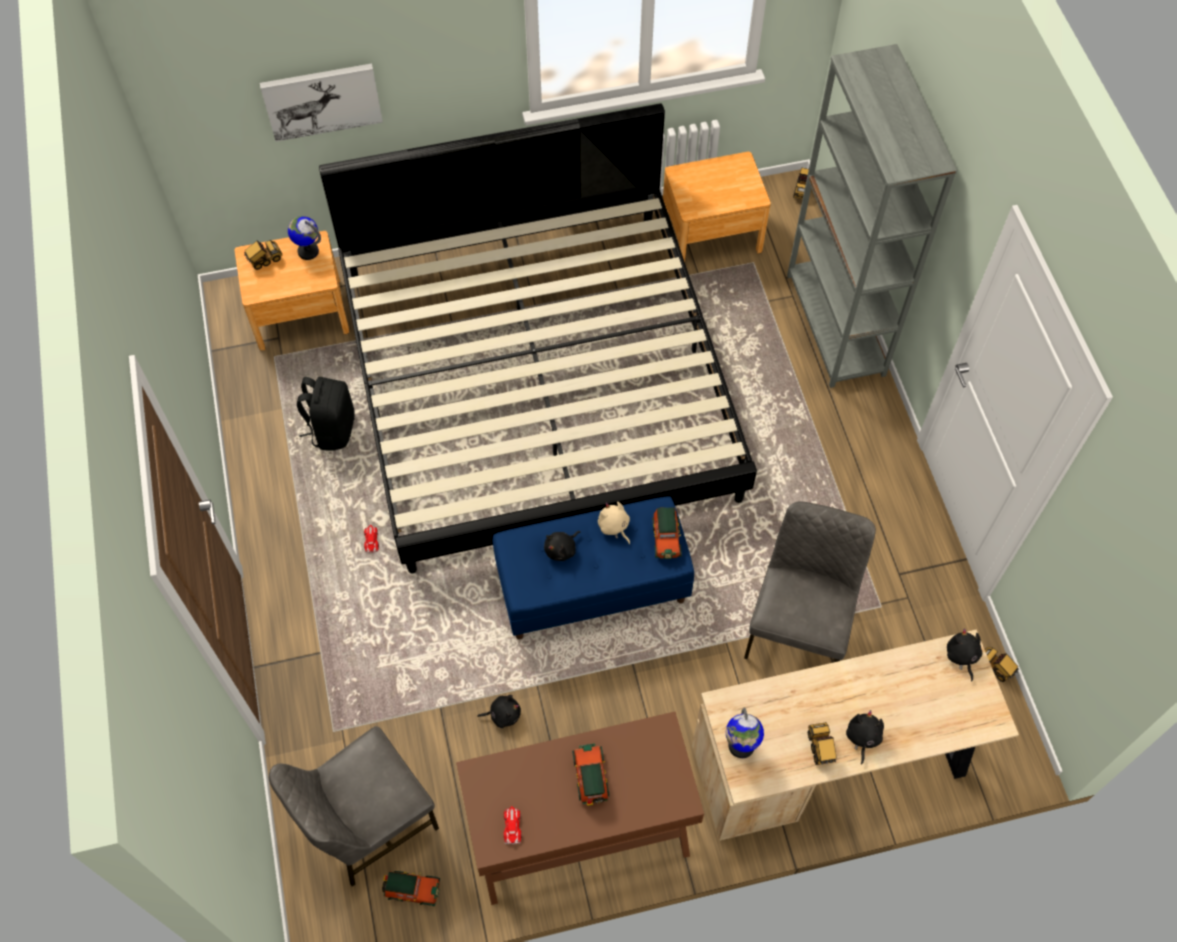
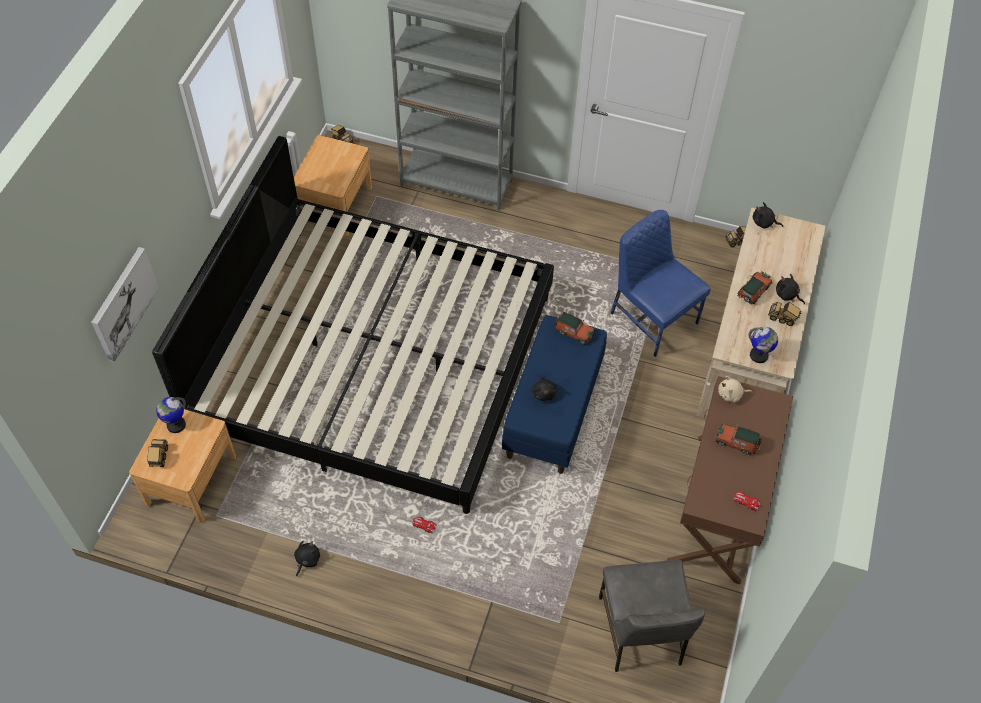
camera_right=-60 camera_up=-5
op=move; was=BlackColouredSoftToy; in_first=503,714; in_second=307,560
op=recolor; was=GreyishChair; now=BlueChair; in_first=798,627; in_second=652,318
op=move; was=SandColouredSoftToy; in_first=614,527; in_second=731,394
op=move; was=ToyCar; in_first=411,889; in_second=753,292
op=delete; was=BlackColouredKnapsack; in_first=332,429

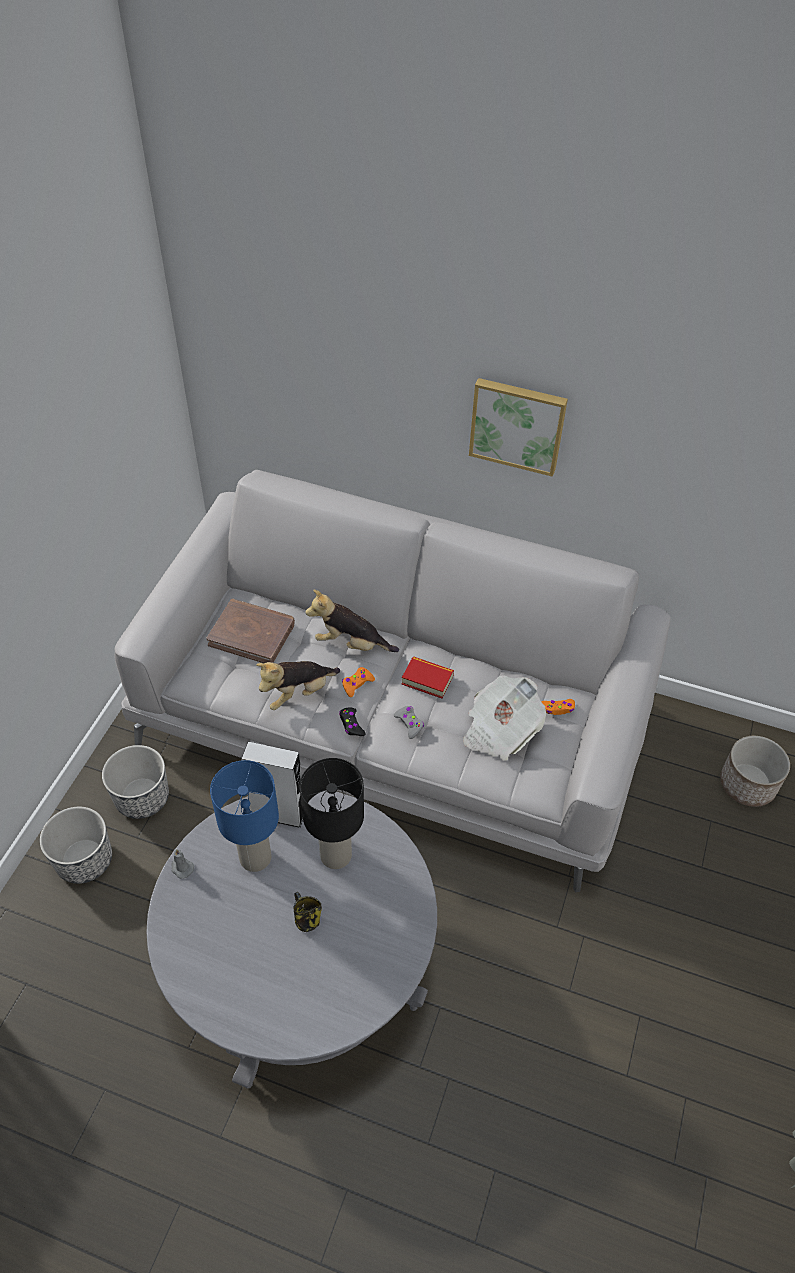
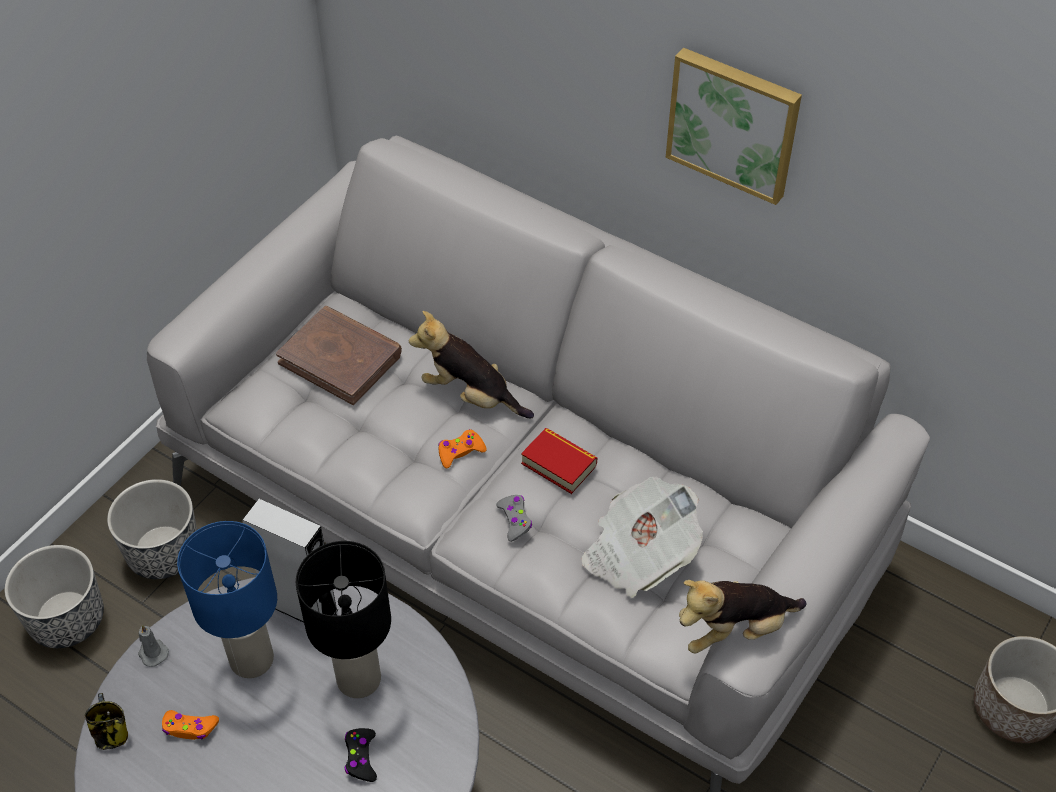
camera_right=15 camera_up=0
op=move; was=CoffeeMug; in_first=306,919; in_second=111,733
op=move; was=OrangeGamepad; in_first=558,708; in_second=190,728
op=move; was=BlackColouredGamepad; in_first=351,725; in_second=361,758
op=move; was=SoftToy; in_first=298,693; in_second=734,630

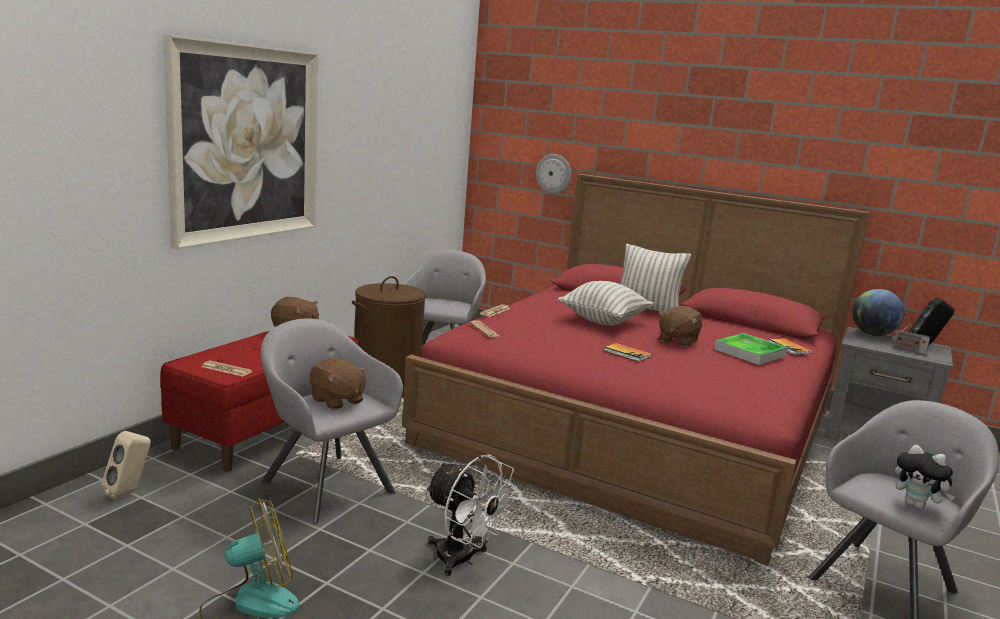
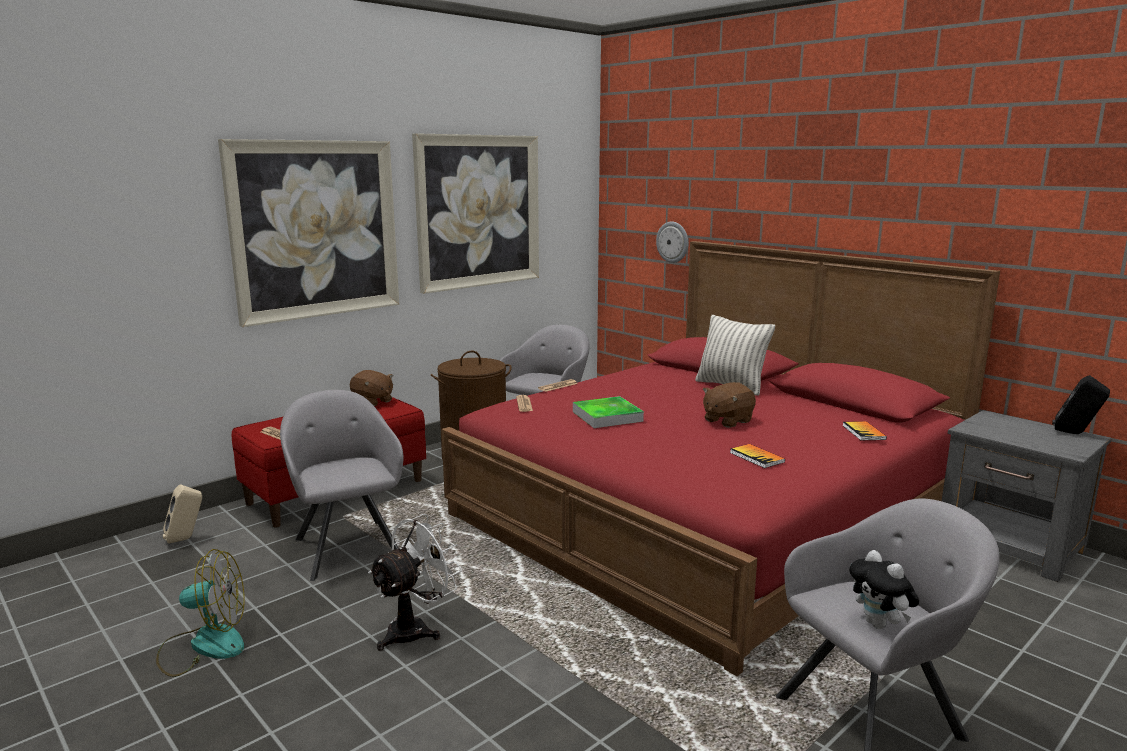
camera_right=20 camera_up=0
op=rotate; was=WhiteElectricFan; in_first=462,560; in_second=415,629; clockwise=-105
op=insert; now=Picture; in_second=478,211
op=move; was=ServingTray; in_first=750,353; in_second=607,416
op=move; was=Volume; in_first=627,353; in_second=756,457
op=delete; was=BrownSoftToy; in_first=337,401
op=delete; was=Pillow; in_first=603,321
op=delete; was=Globe; in_first=872,334
op=delete; was=RadioSet; in_first=907,350

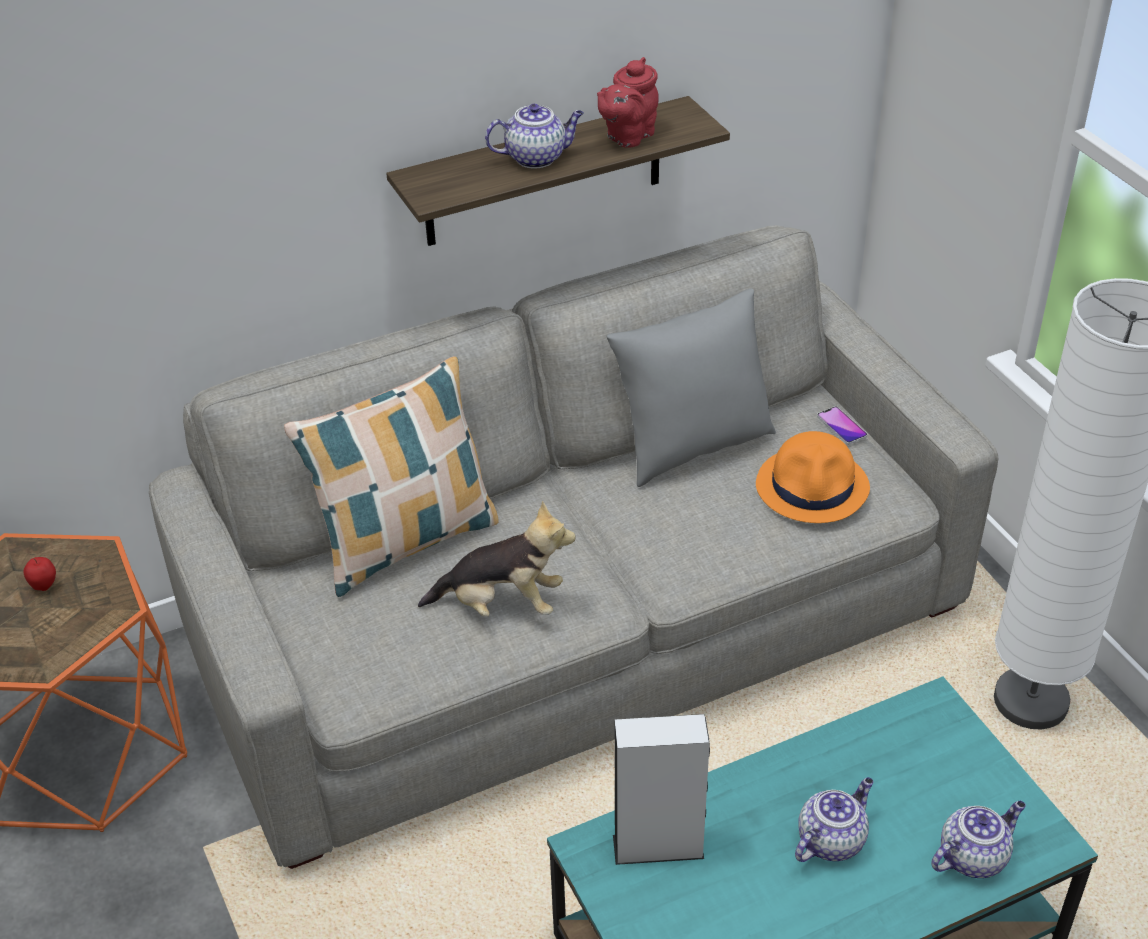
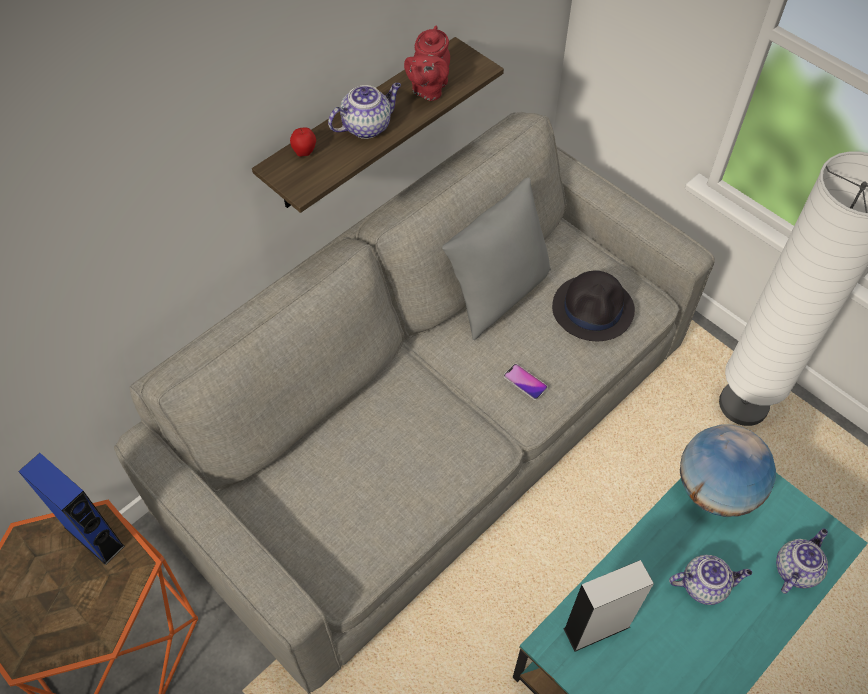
camera_right=-20 camera_up=15
op=insert; now=BlueLoudspeaker; in_second=94,537
op=move; was=Apple; in_first=44,586; in_second=305,153
op=move; was=Telephone; in_first=841,426; in_second=525,382
op=recolor; was=OrangeClothingHat; now=BlackColouredClothingHat; in_first=813,487; in_second=593,308
op=rotate; was=TeaPot; in_first=831,840; in_second=704,585; clockwise=60
op=insert; now=Globe; in_second=715,490
op=delete; was=Pillow; in_first=406,542
op=delete; was=SoftToy; in_first=502,604

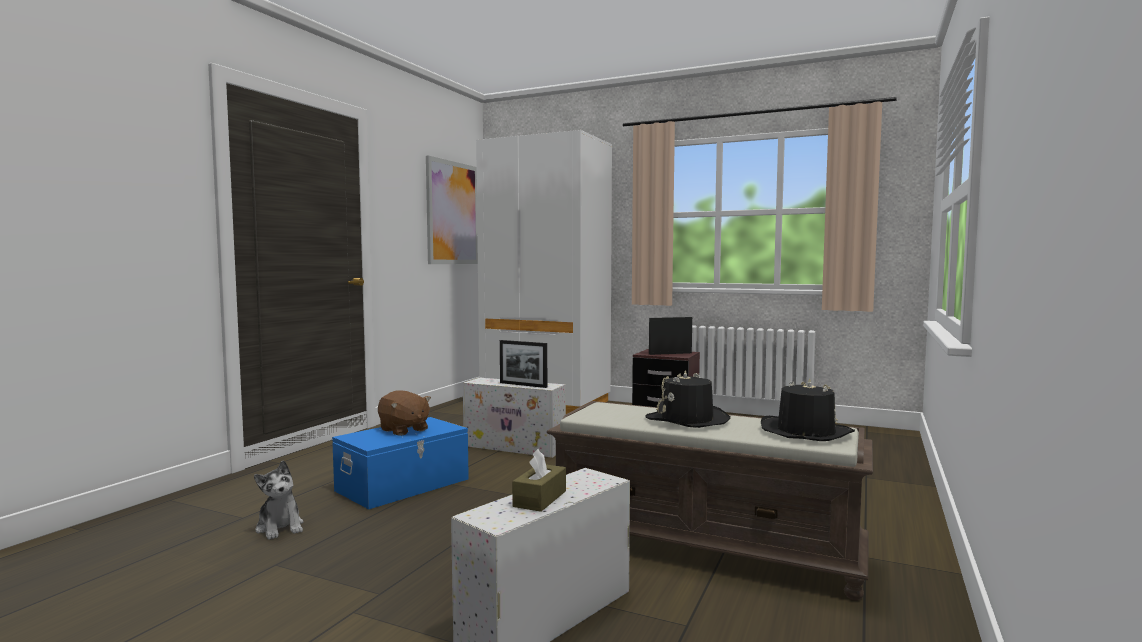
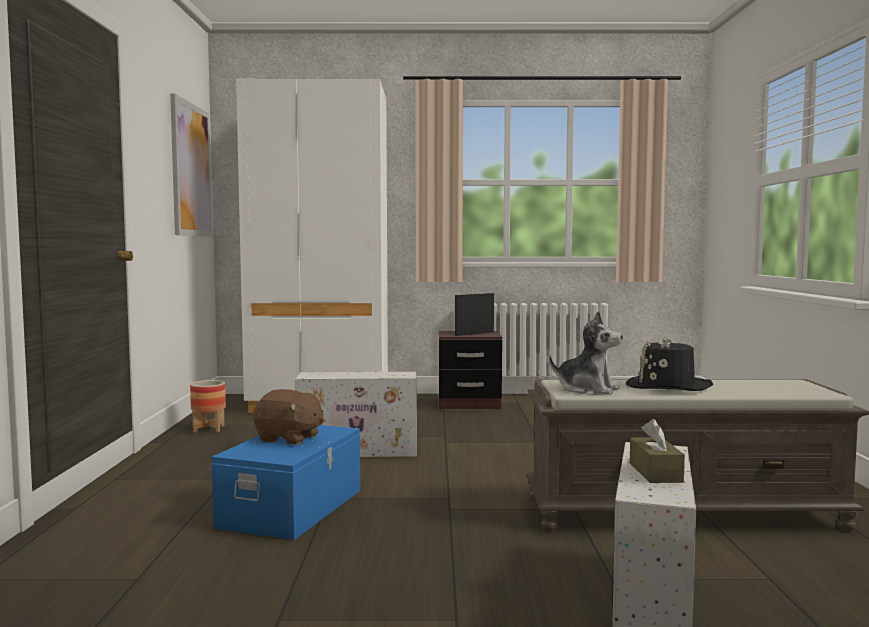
camera_right=-25 camera_up=0
op=insert; now=FlowerPot; in_second=208,429
op=move; was=SoftToy; in_first=280,527; in_second=587,389
op=delete; was=StandingFrame; in_first=523,385
op=delete; was=BlackColouredClothingHat; in_first=805,432

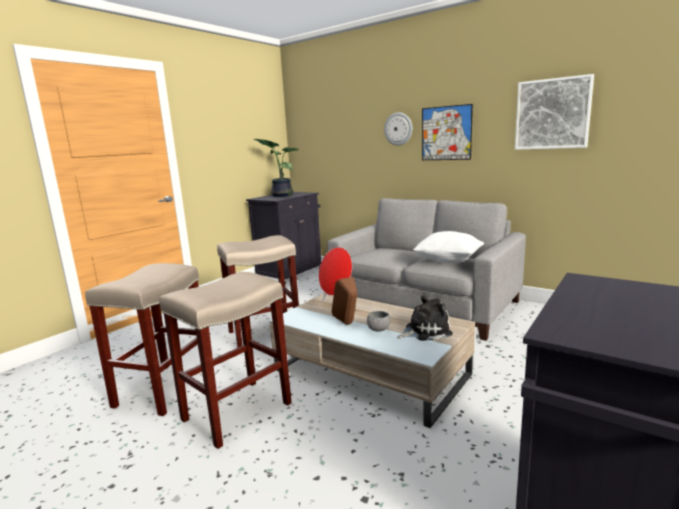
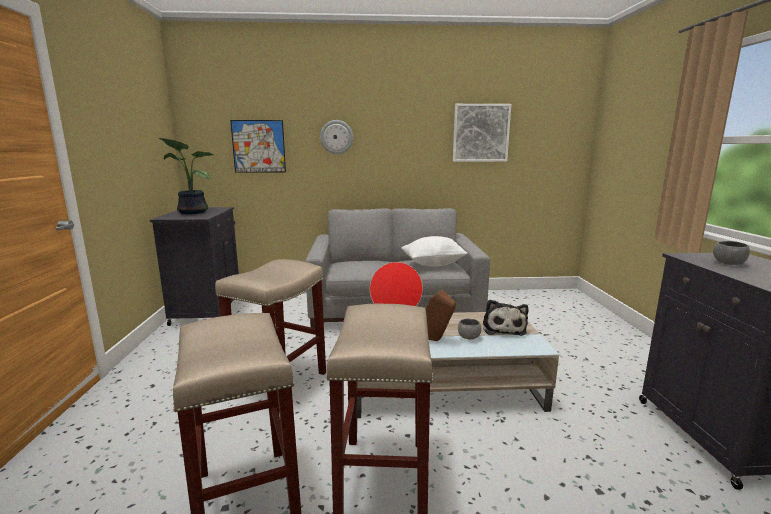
camera_right=-40 camera_up=0
op=move; was=Picture; in_first=446,133; in_second=258,146
op=rotate; was=SoftToy; in_first=425,331; in_second=503,328; clockwise=150
op=insert; now=GreyishServingBowl; in_second=728,263

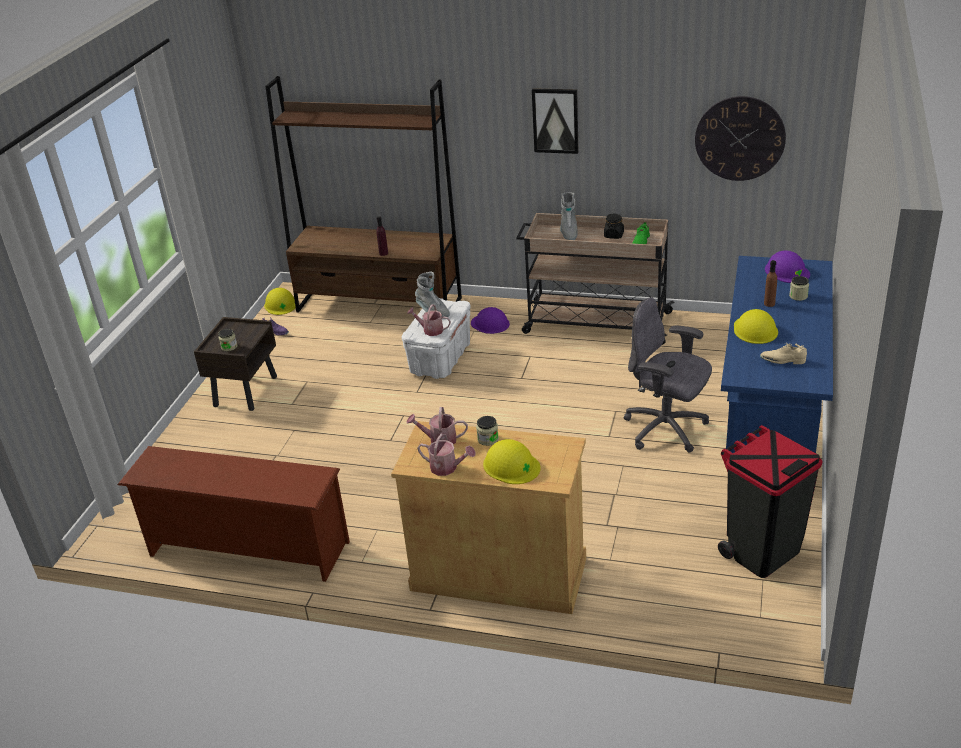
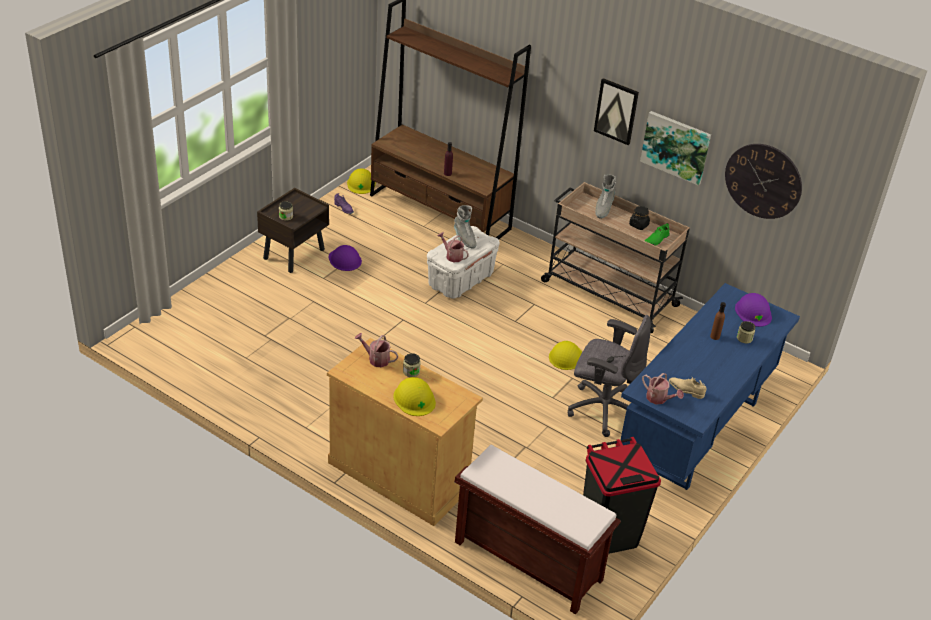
camera_right=15 camera_up=5
op=move; was=PurplishSafetyHelmet; in_first=490,323; in_second=345,260
op=insert; now=BrownIndoorBench; in_second=526,561
op=move; was=YellowColouredSafetyHelmet; in_first=755,330; in_second=565,356
op=rotate; was=GreyishComputerChair; in_first=666,429; in_second=602,409; clockwise=150
op=insert; now=Picture; in_second=676,147
op=move; was=WateringCan; in_first=447,468; in_second=659,399
op=delete; was=BrownShoeStand; in_first=246,550

